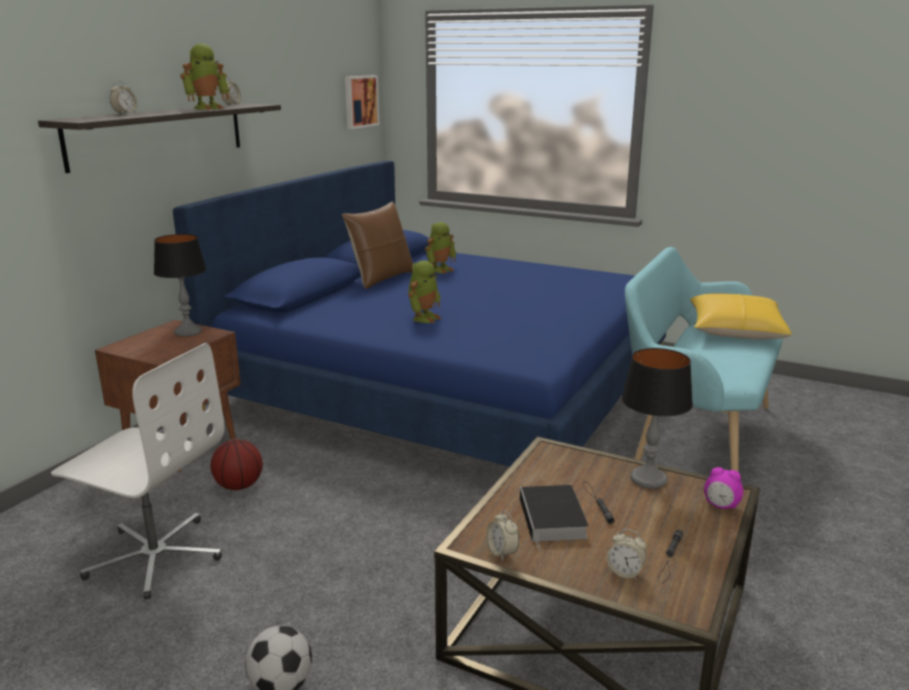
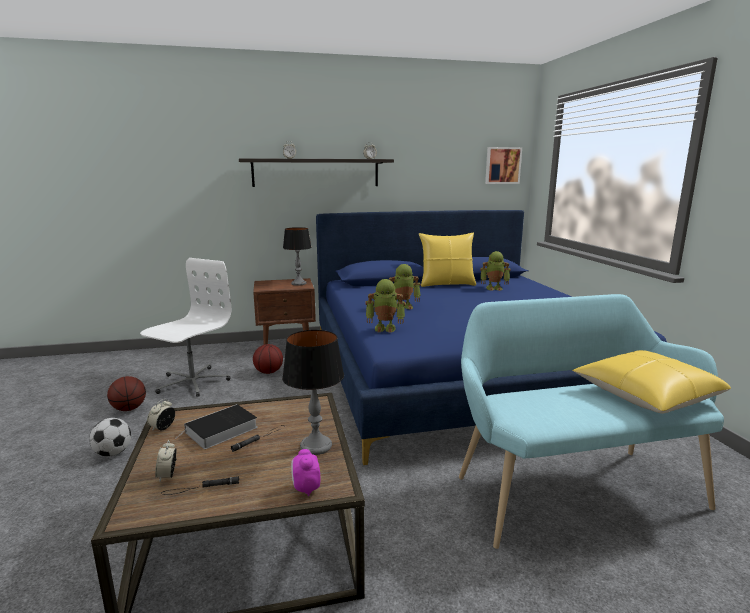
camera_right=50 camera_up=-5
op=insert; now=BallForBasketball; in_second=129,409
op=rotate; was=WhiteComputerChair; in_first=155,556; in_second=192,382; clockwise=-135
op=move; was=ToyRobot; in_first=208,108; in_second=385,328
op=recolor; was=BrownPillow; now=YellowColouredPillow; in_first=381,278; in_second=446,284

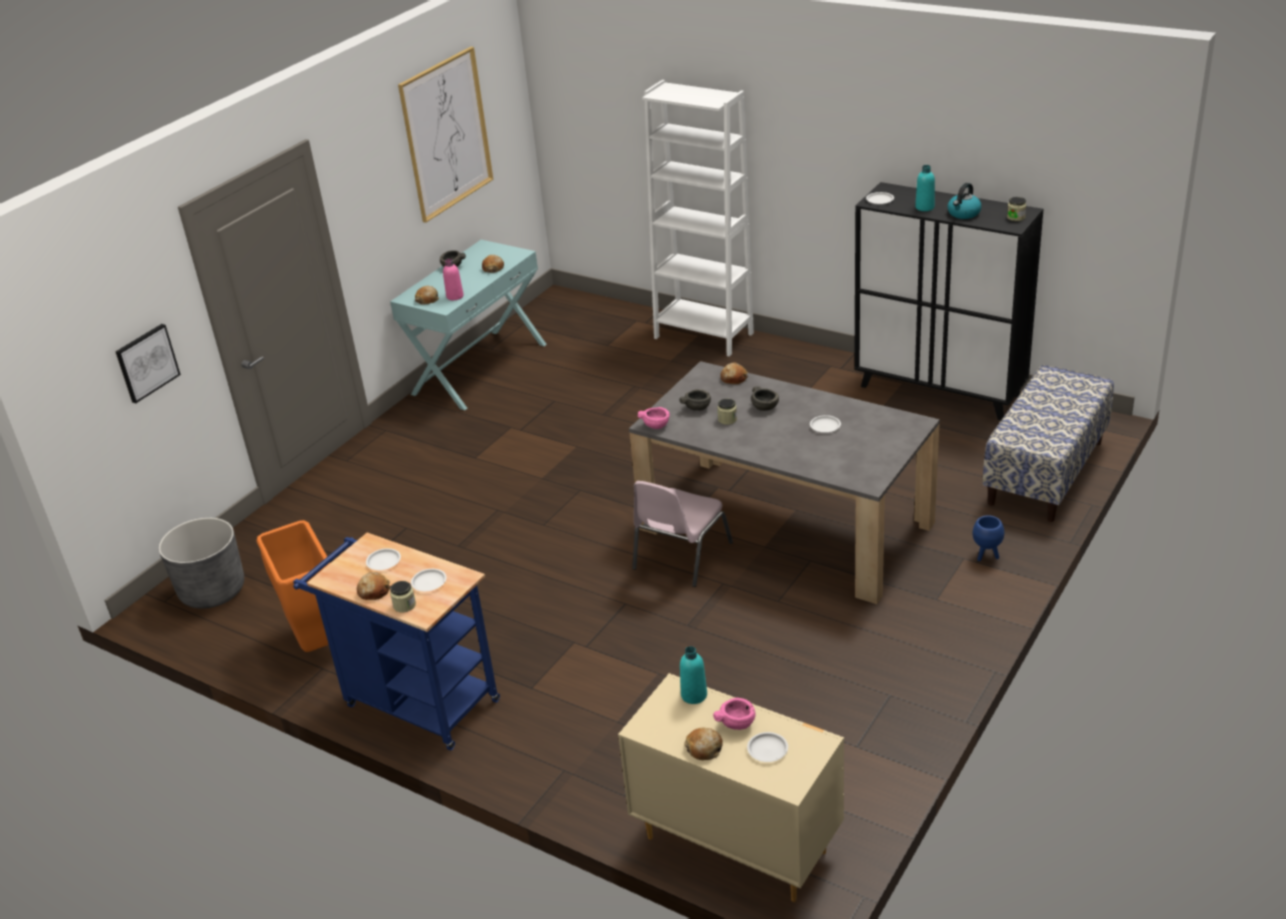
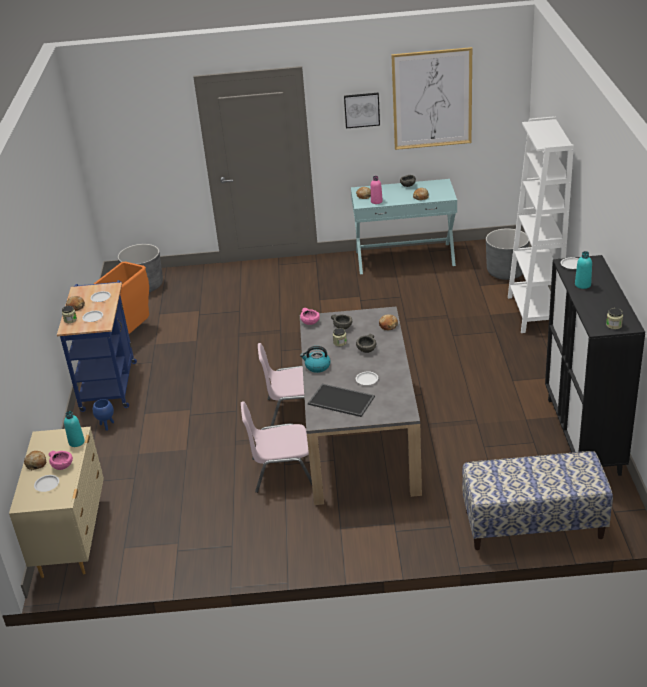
camera_right=55 camera_up=0
op=move; was=BlueFlowerPot; in_first=986,556; in_second=106,426
op=insert; now=PinkishChair; in_second=281,471
op=move; was=WaterKettle; in_first=963,213; in_second=317,366
op=insert; now=ServingTray; in_second=342,400
op=move; was=Picture; in_first=146,362; in_second=362,110
op=insert; now=GreyishFlowerPot; in_second=506,272

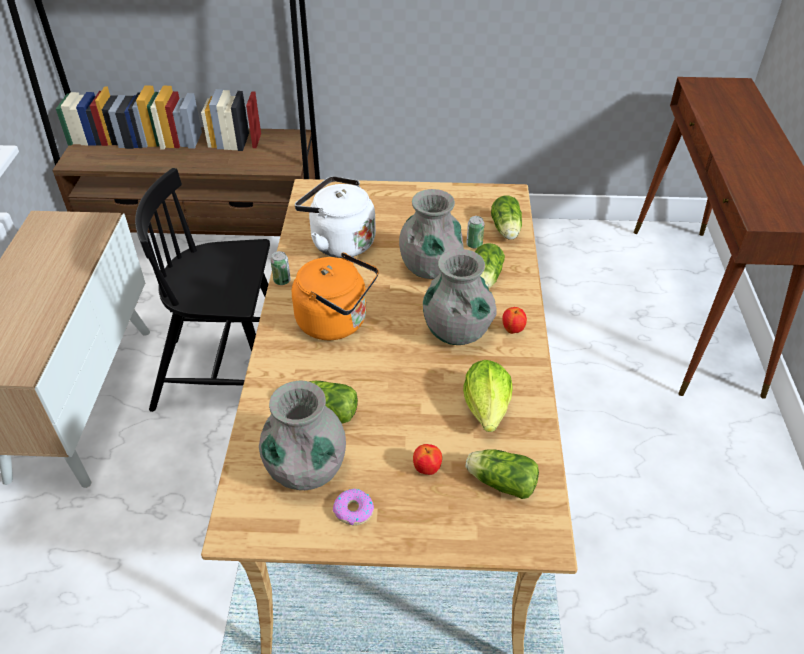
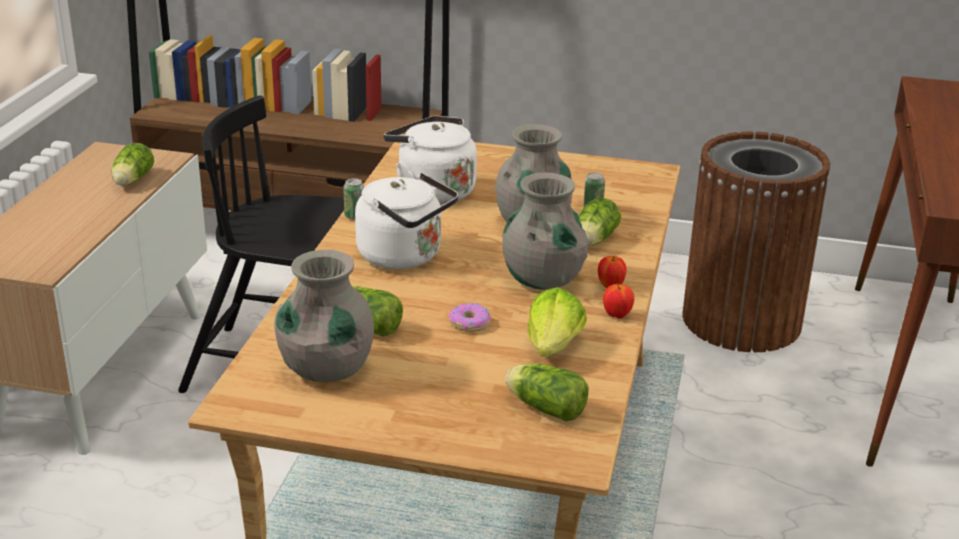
camera_right=10 camera_up=-15
op=move; was=HeadOfLettuce; in_first=506,230; in_second=132,181
op=recolor; was=OrangeWaterKettle; now=WhiteWaterKettle; in_first=337,322; in_second=404,256
op=move; was=Doughnut; in_first=353,511; in_second=469,323
op=move; was=Apple; in_first=427,469; in_second=617,315
op=insert; now=BrownWasteBin; in_second=741,320

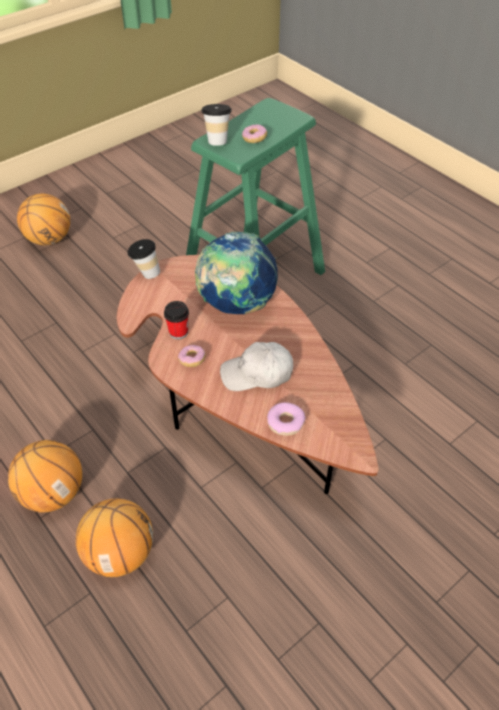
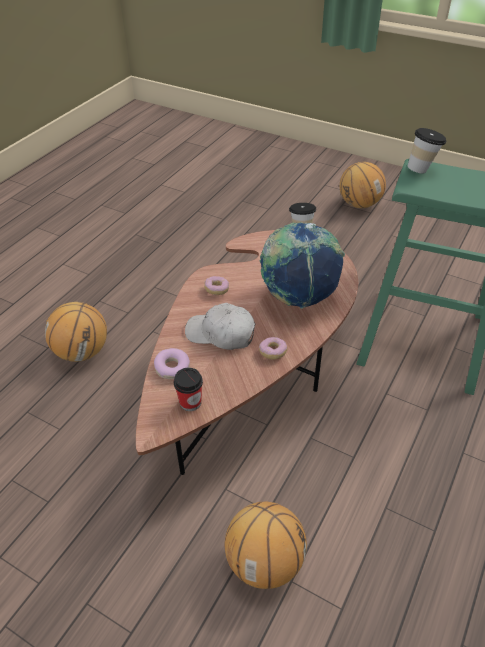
camera_right=70 camera_up=-5
op=move; was=Cup; in_first=178,332; in_second=190,402
op=rotate; was=WhiteBaseballCap; in_first=257,373; in_second=221,334; clockwise=-45
op=move; was=BallForBasketball; in_first=53,493; in_second=265,561
op=move; was=Doughnut; in_first=254,139; in_second=273,352

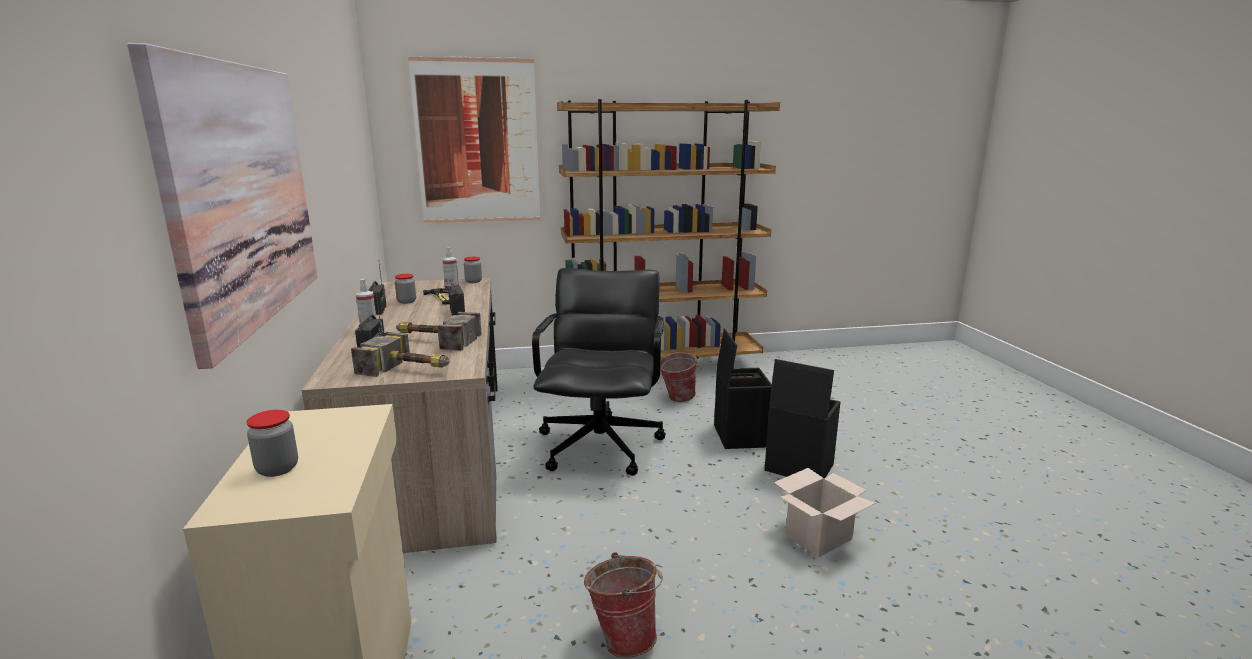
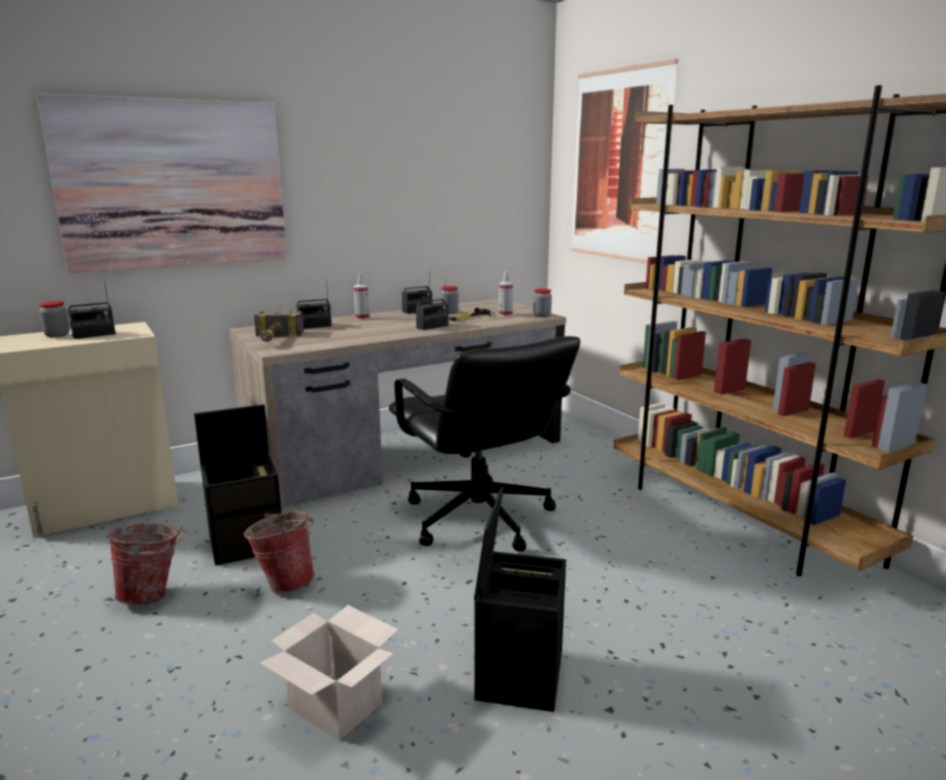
camera_right=70 camera_up=0
op=insert; now=RadioSet; in_second=94,335
op=move; was=BlackColouredStorageBin; in_first=739,435; in_second=248,543
op=move; was=Bucket; in_first=676,399; in_second=284,581
op=rotate; was=BlackColouredComputerChair; in_first=601,445; in_second=478,519; clockwise=75
op=delete; was=Hammer; in_first=434,340

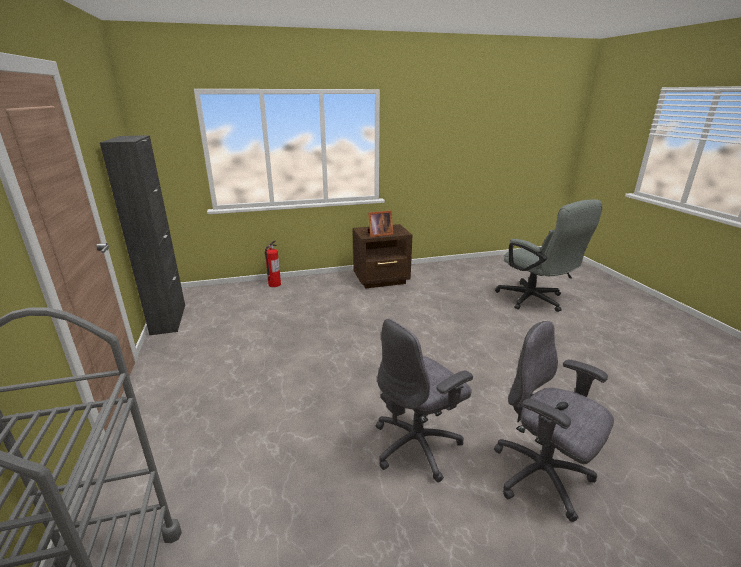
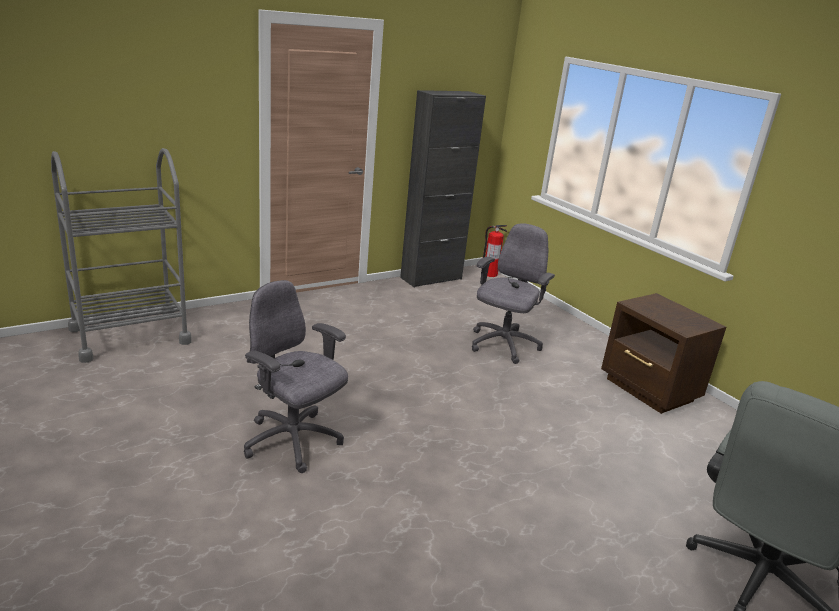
camera_right=70 camera_up=0
op=move; was=GreyishComputerChair; in_first=542,477; in_second=503,345
op=move; was=Extinguisher; in_first=274,284; in_second=489,274
op=delete; was=StandingFrame; in_first=379,234

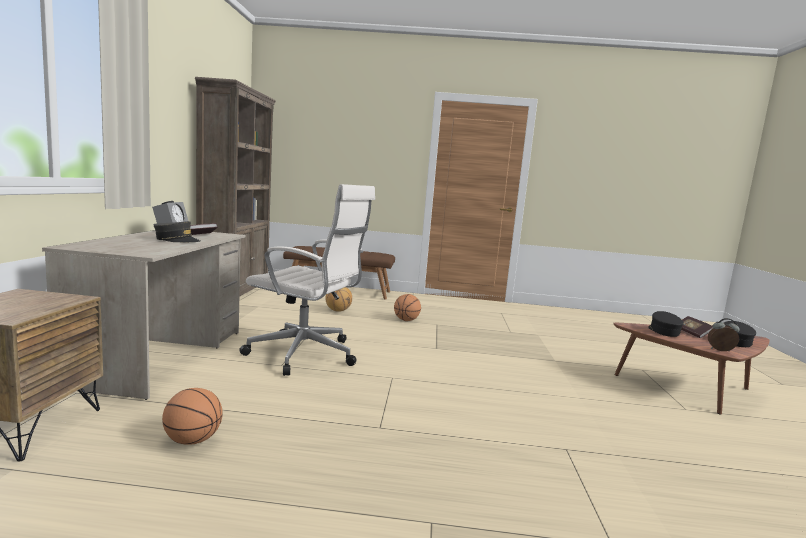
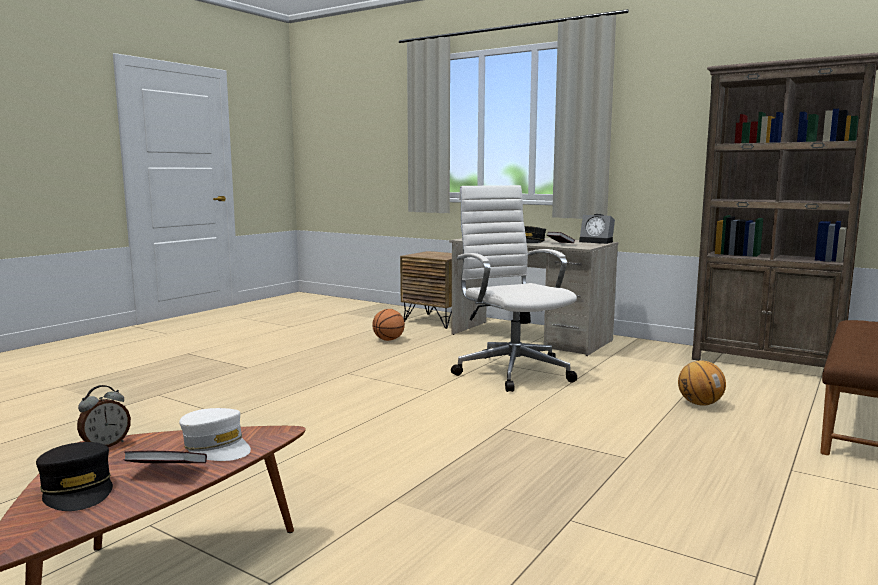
camera_right=120 camera_up=0
op=recolor; was=BlackColouredBaseballCap; now=WhiteBaseballCap; in_first=663,331; in_second=216,447
op=rotate; was=WhiteComputerChair; in_first=306,354; in_second=512,371; clockwise=105
op=delete; was=BallForBasketball; in_first=406,320

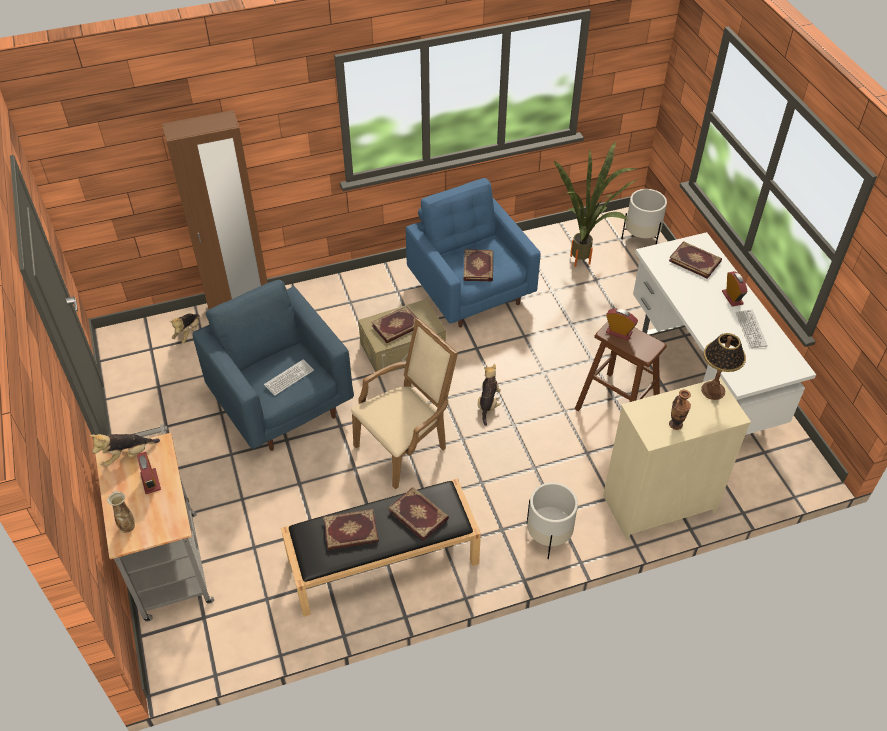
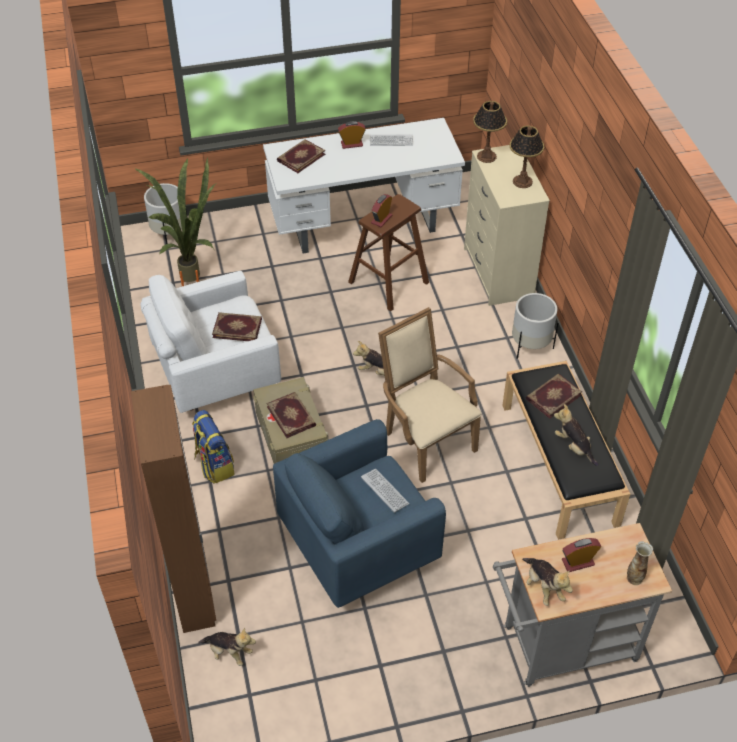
camera_right=-85 camera_up=0
op=recolor; was=BlueArmchair; now=WhiteArmchair; in_first=471,290; in_second=215,372
op=insert; now=Knapsack; in_second=214,465
op=replace; was=DecorativeVase; now=TabletopLamp; in_first=675,424; in_second=522,181
op=replace; was=Volume; now=SoftToy; in_first=351,532; in_second=574,447

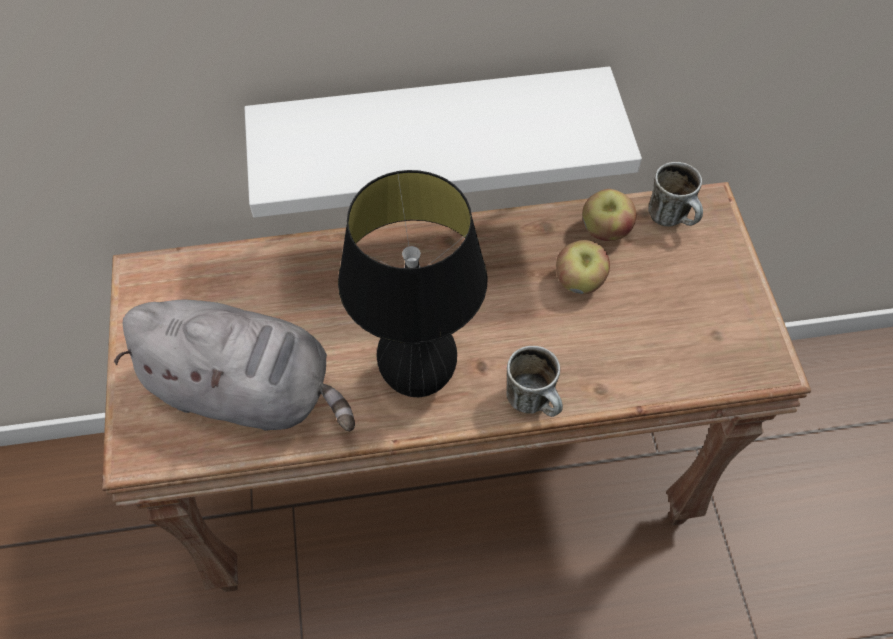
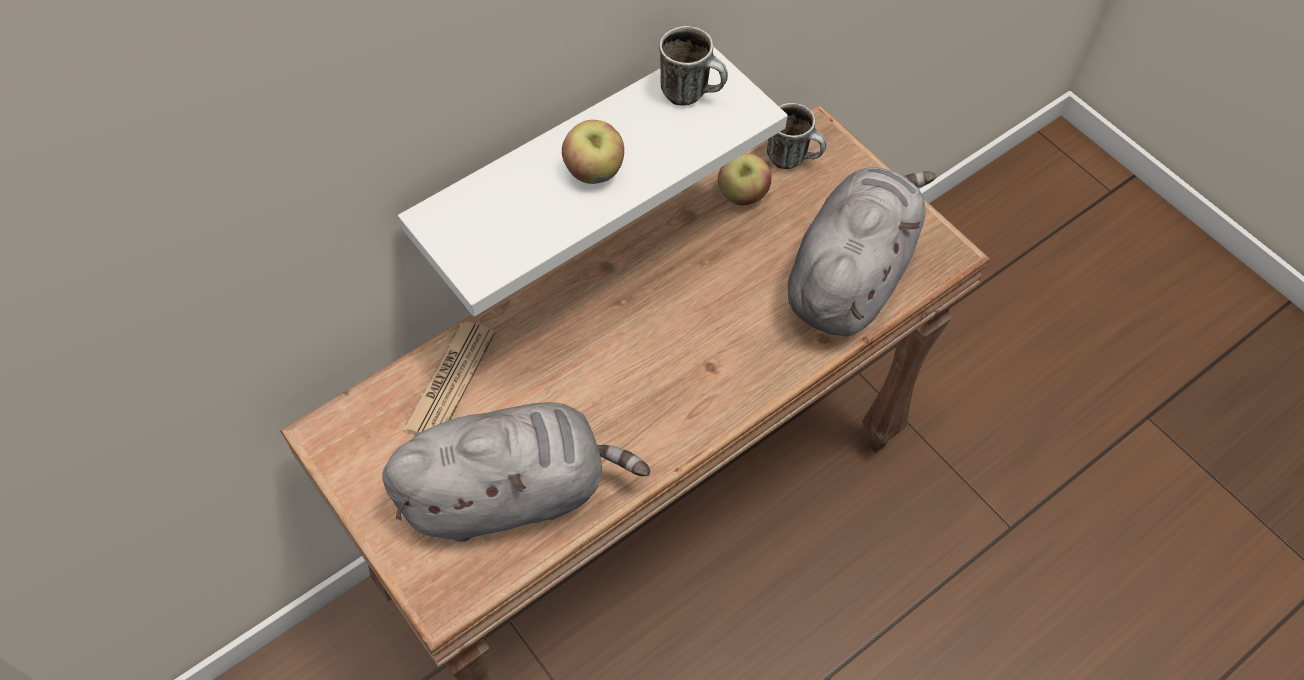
camera_right=-30 camera_up=0
op=insert; now=Newspaper; in_second=450,381
op=move; was=Apple; in_first=579,282; in_second=594,172
op=move; was=CoffeeMug; in_first=535,402; in_second=692,93
op=insert; now=GreyishSoftToy; in_second=850,275
op=delete; was=BlackColouredTabletopLamp; in_first=418,379

